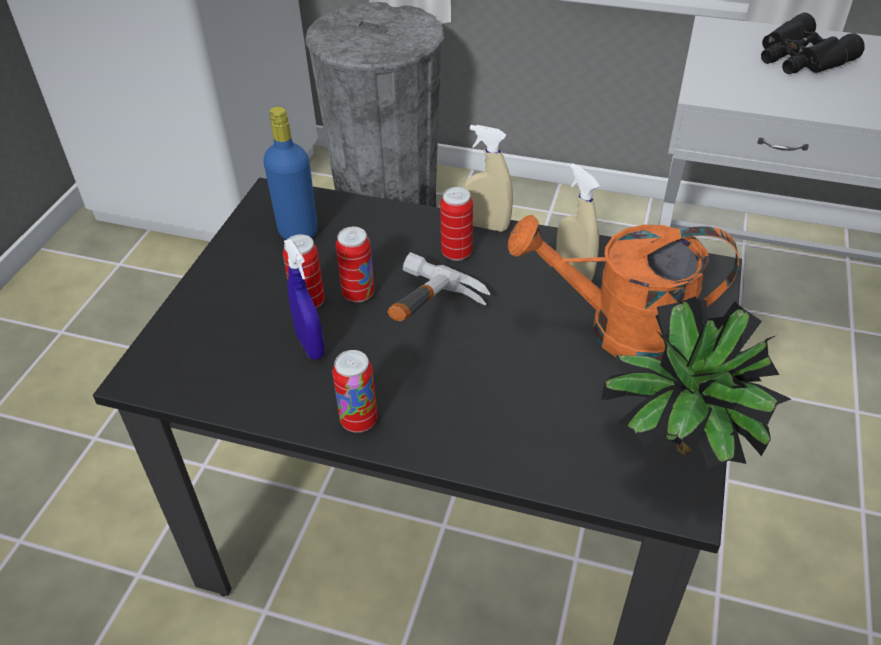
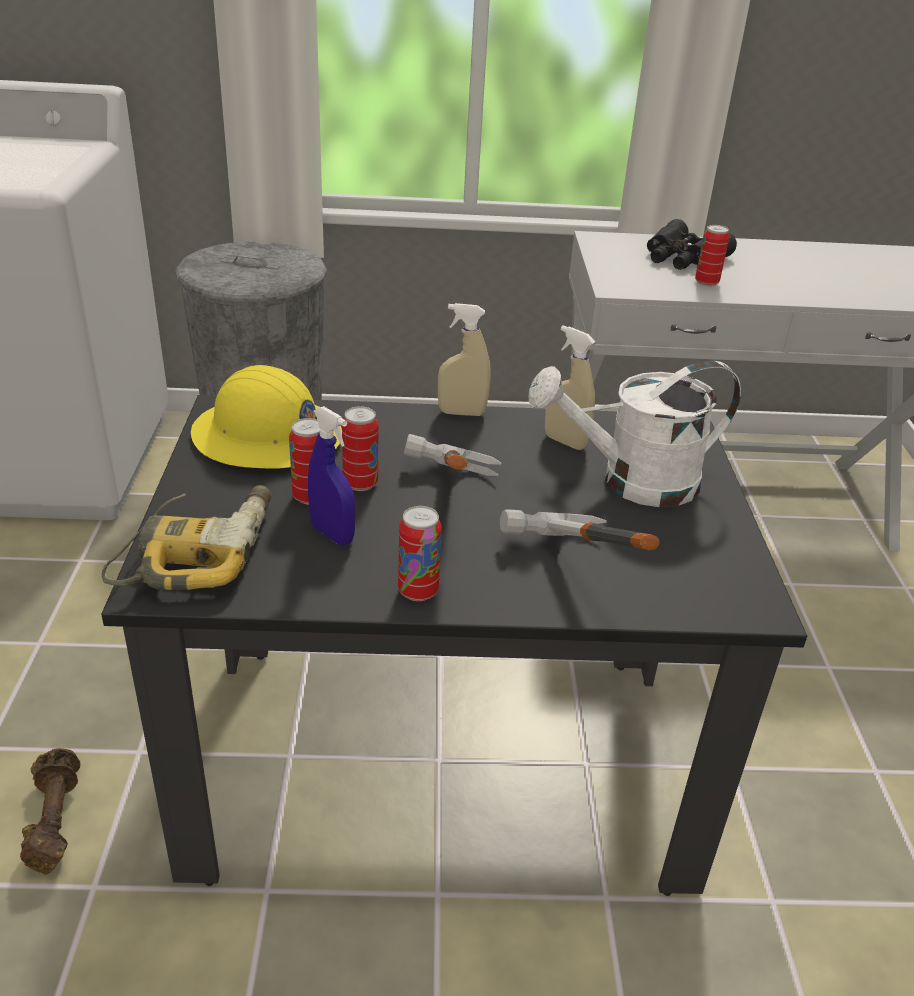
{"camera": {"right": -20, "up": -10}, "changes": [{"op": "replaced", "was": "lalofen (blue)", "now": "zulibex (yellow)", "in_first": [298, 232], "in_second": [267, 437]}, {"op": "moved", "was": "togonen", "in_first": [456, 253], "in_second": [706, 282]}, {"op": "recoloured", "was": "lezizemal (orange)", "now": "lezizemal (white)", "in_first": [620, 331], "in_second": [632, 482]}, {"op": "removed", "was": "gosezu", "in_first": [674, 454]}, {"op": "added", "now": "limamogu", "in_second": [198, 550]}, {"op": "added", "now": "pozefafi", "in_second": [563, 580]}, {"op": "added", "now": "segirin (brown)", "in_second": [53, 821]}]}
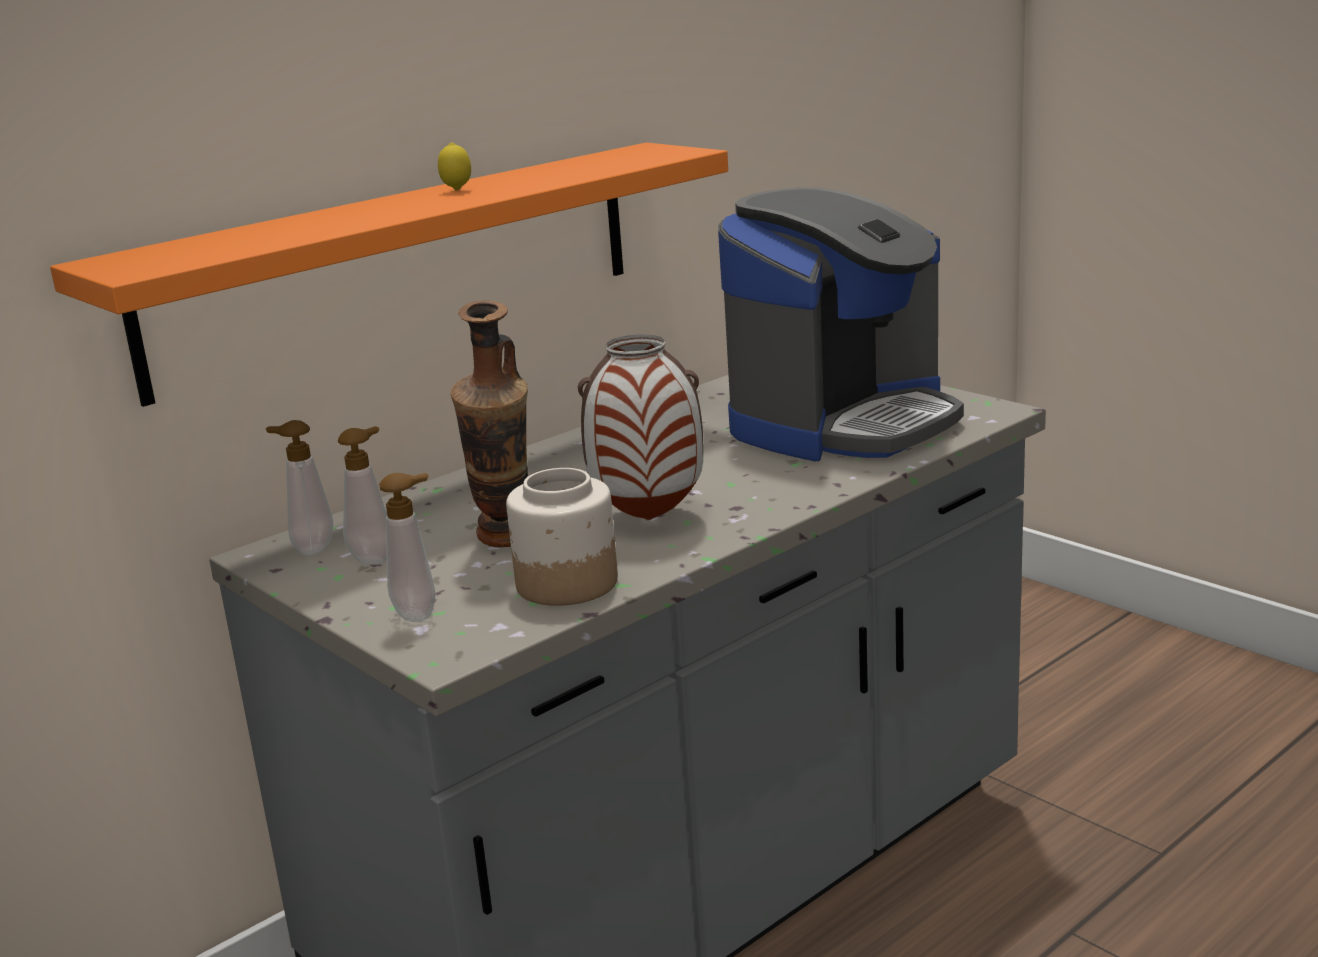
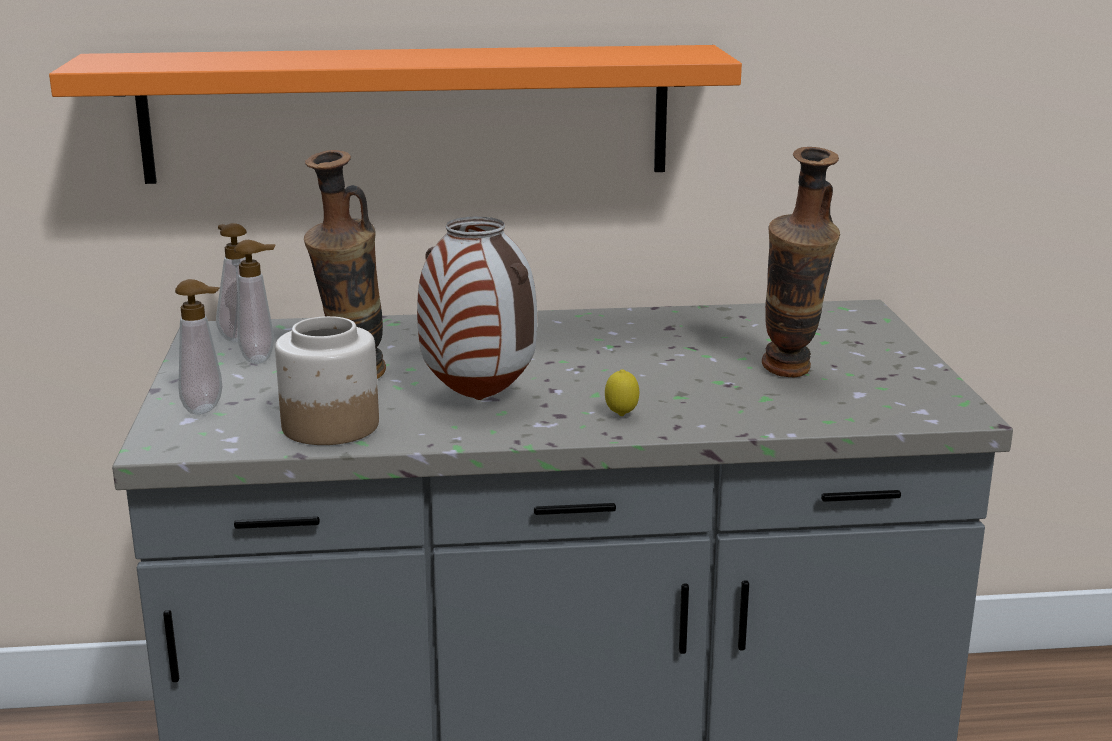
{"camera": {"right": 35, "up": 0}, "changes": [{"op": "moved", "was": "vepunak", "in_first": [457, 190], "in_second": [621, 416]}, {"op": "replaced", "was": "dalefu", "now": "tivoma", "in_first": [843, 422], "in_second": [791, 375]}]}
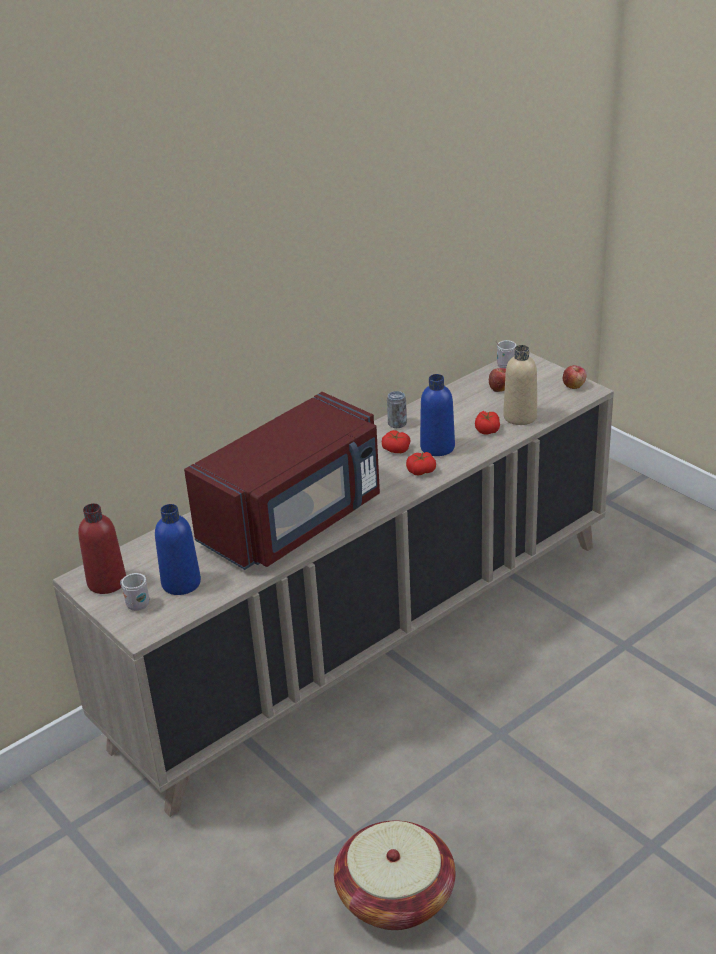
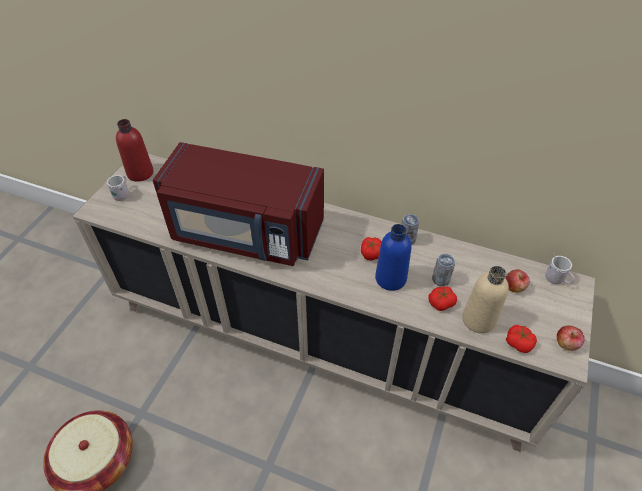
{"camera": {"right": 60, "up": 15}, "changes": [{"op": "moved", "was": "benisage", "in_first": [421, 470], "in_second": [518, 342]}, {"op": "removed", "was": "lalofen (blue)", "in_first": [181, 583]}, {"op": "added", "now": "togonen", "in_second": [440, 279]}]}
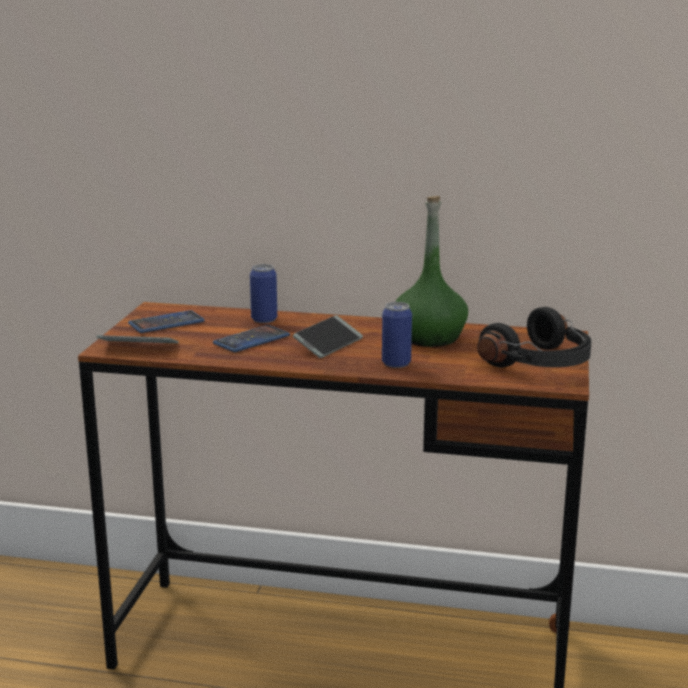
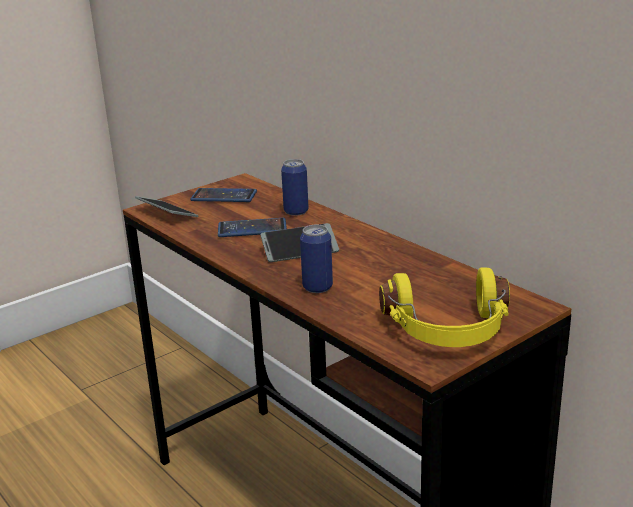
{"camera": {"right": 40, "up": 5}, "changes": [{"op": "removed", "was": "lalofen (green)", "in_first": [429, 337]}, {"op": "recoloured", "was": "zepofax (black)", "now": "zepofax (yellow)", "in_first": [541, 363], "in_second": [448, 331]}]}
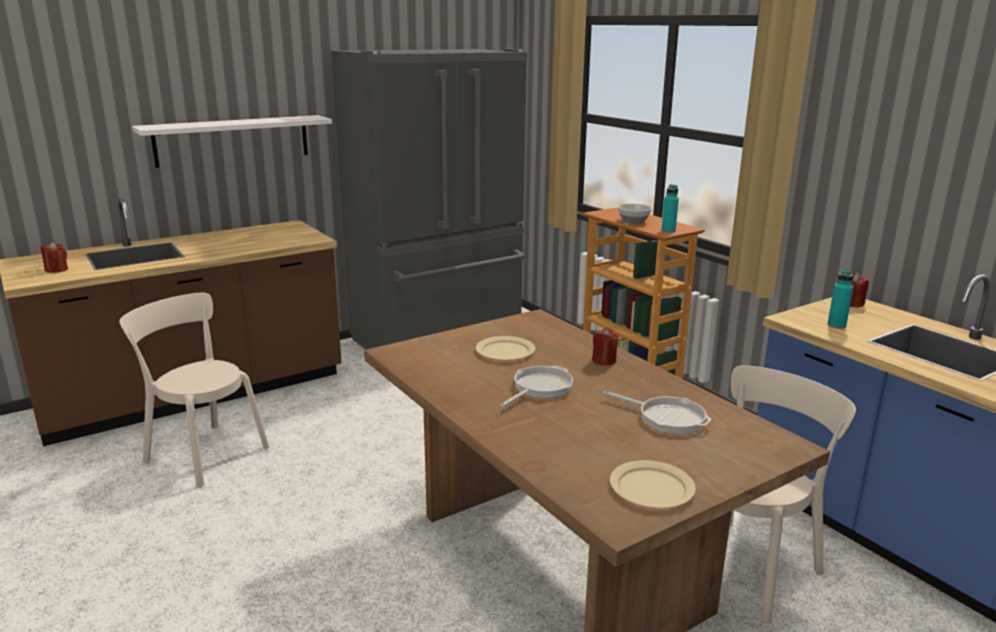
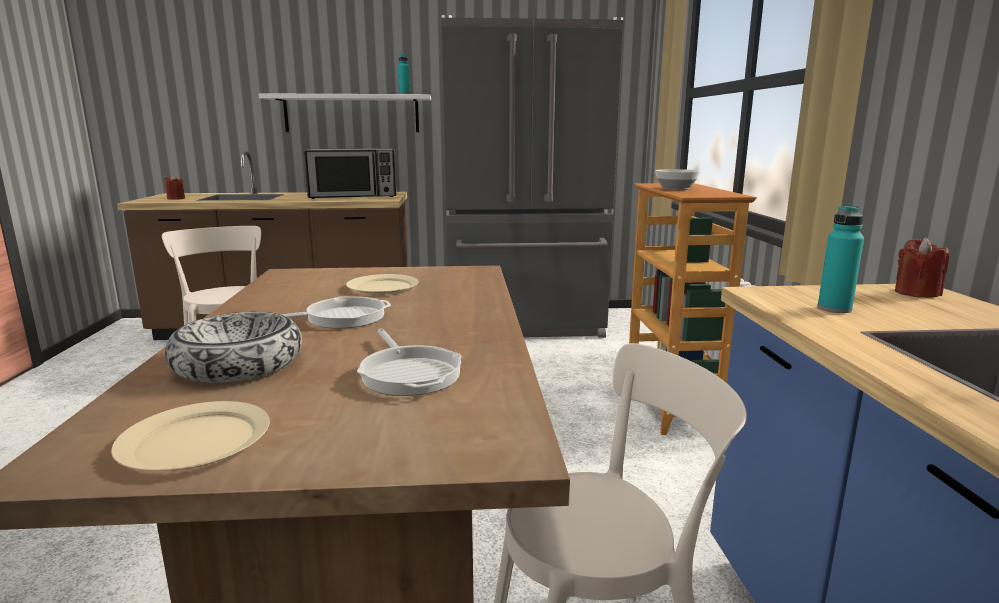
{"camera": {"right": 30, "up": -5}, "changes": [{"op": "moved", "was": "lalofen (turquoise)", "in_first": [668, 231], "in_second": [404, 94]}, {"op": "removed", "was": "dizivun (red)", "in_first": [604, 360]}, {"op": "added", "now": "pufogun", "in_second": [353, 196]}, {"op": "added", "now": "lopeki", "in_second": [238, 364]}]}
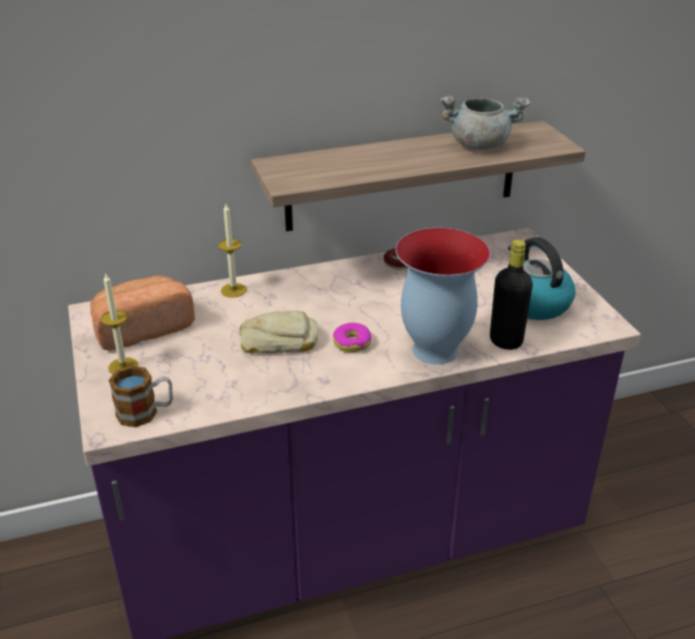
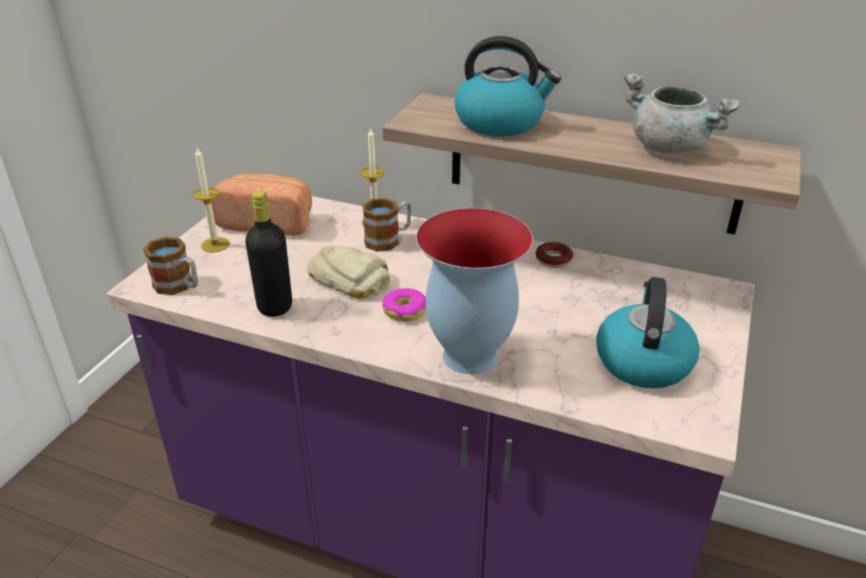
{"camera": {"right": 40, "up": 0}, "changes": [{"op": "moved", "was": "lalofen (black)", "in_first": [506, 341], "in_second": [275, 307]}, {"op": "added", "now": "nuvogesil", "in_second": [501, 122]}, {"op": "added", "now": "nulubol", "in_second": [388, 239]}]}
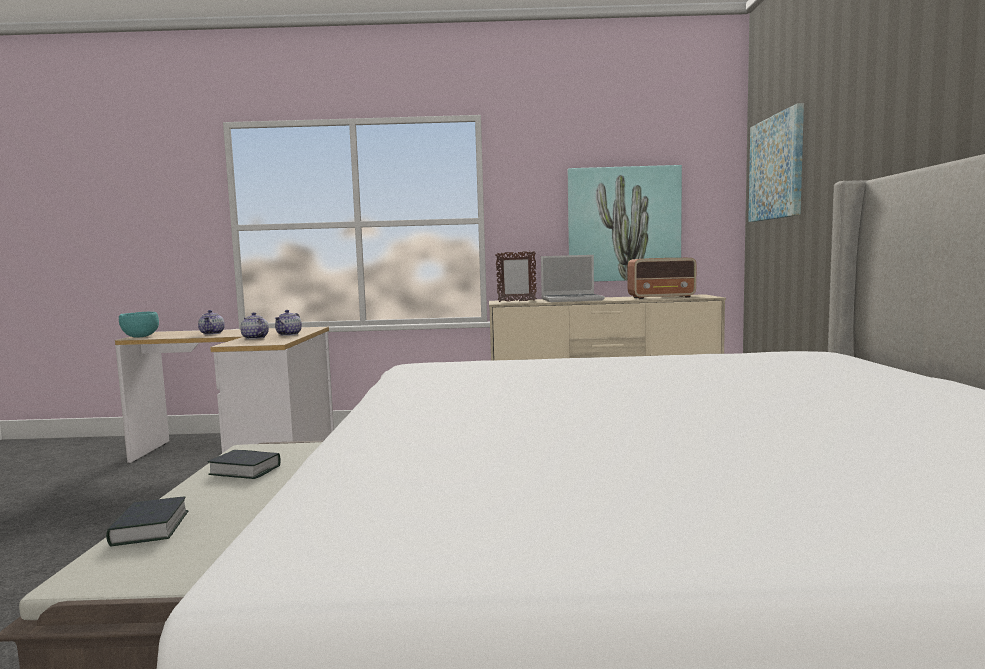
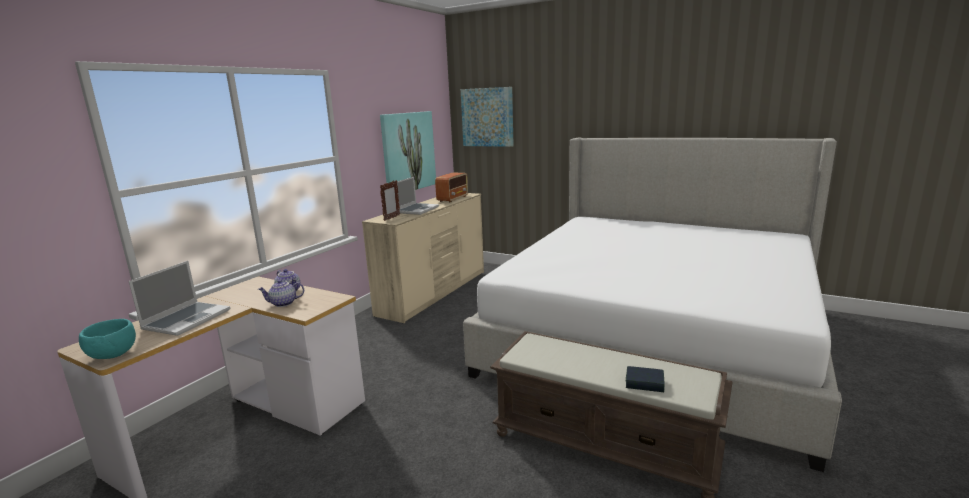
{"camera": {"right": -60, "up": 10}, "changes": [{"op": "replaced", "was": "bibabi", "now": "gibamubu", "in_first": [212, 333], "in_second": [187, 319]}, {"op": "removed", "was": "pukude", "in_first": [245, 470]}]}
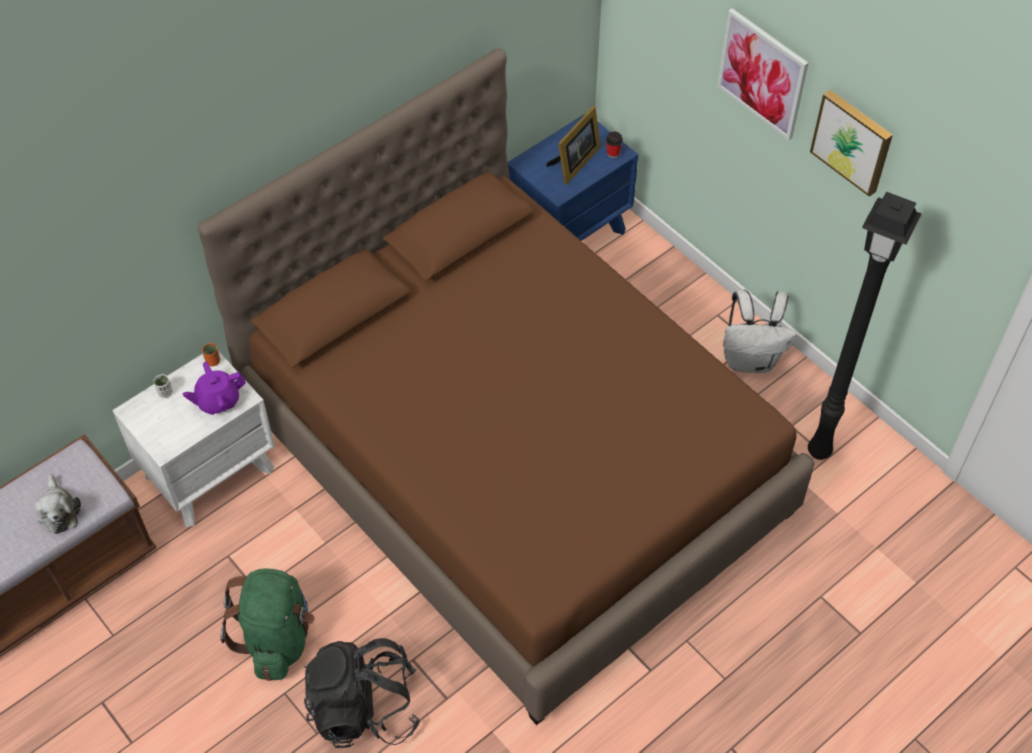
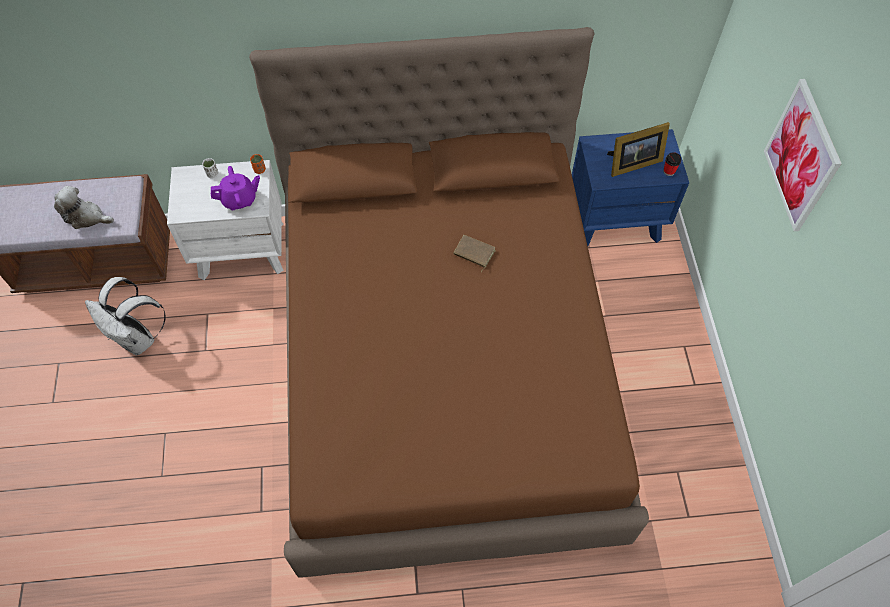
{"camera": {"right": 35, "up": 5}, "changes": [{"op": "removed", "was": "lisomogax", "in_first": [853, 141]}, {"op": "removed", "was": "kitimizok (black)", "in_first": [821, 451]}, {"op": "moved", "was": "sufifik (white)", "in_first": [751, 360], "in_second": [138, 338]}, {"op": "turned", "was": "bibabi (purple)", "in_first": [218, 401], "in_second": [239, 199], "clockwise": 150}, {"op": "turned", "was": "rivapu", "in_first": [59, 511], "in_second": [86, 217], "clockwise": 90}, {"op": "removed", "was": "sufifik (green)", "in_first": [276, 638]}, {"op": "removed", "was": "sufifik (black)", "in_first": [364, 708]}, {"op": "added", "now": "pukude (brown)", "in_second": [473, 253]}]}
